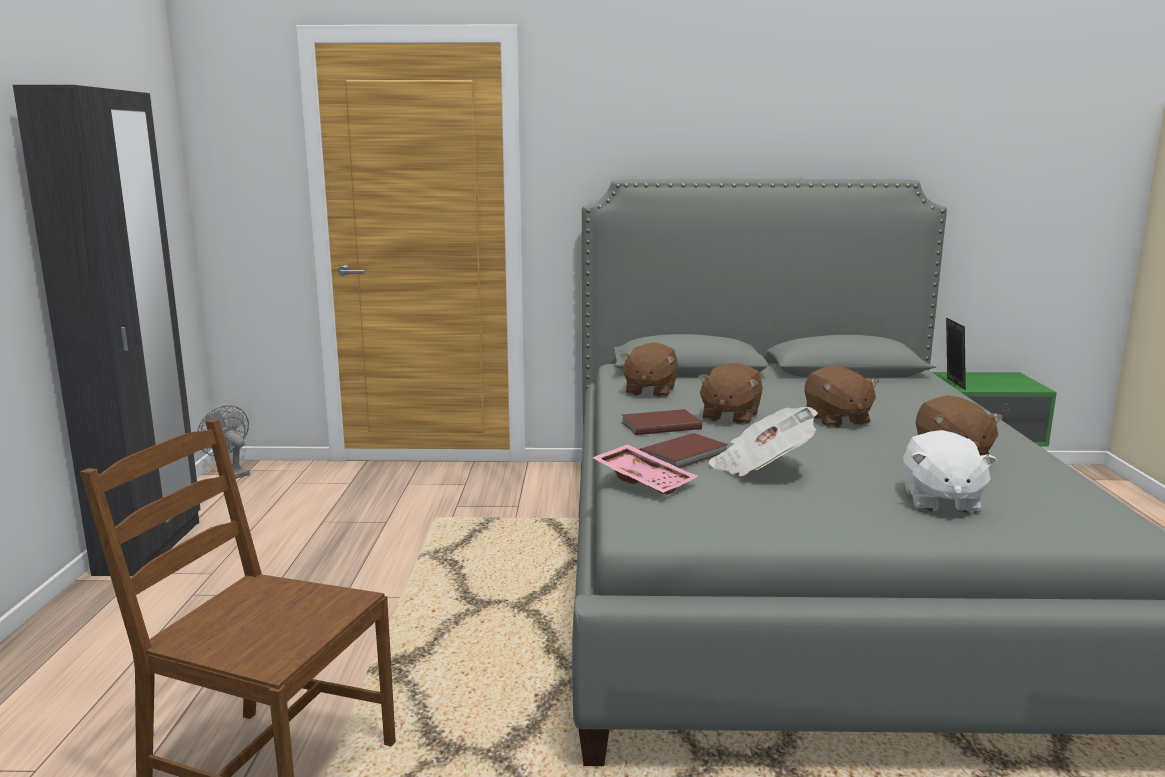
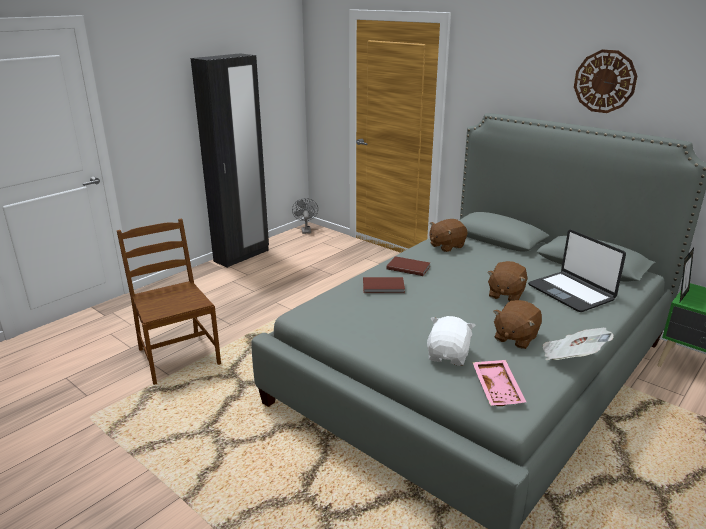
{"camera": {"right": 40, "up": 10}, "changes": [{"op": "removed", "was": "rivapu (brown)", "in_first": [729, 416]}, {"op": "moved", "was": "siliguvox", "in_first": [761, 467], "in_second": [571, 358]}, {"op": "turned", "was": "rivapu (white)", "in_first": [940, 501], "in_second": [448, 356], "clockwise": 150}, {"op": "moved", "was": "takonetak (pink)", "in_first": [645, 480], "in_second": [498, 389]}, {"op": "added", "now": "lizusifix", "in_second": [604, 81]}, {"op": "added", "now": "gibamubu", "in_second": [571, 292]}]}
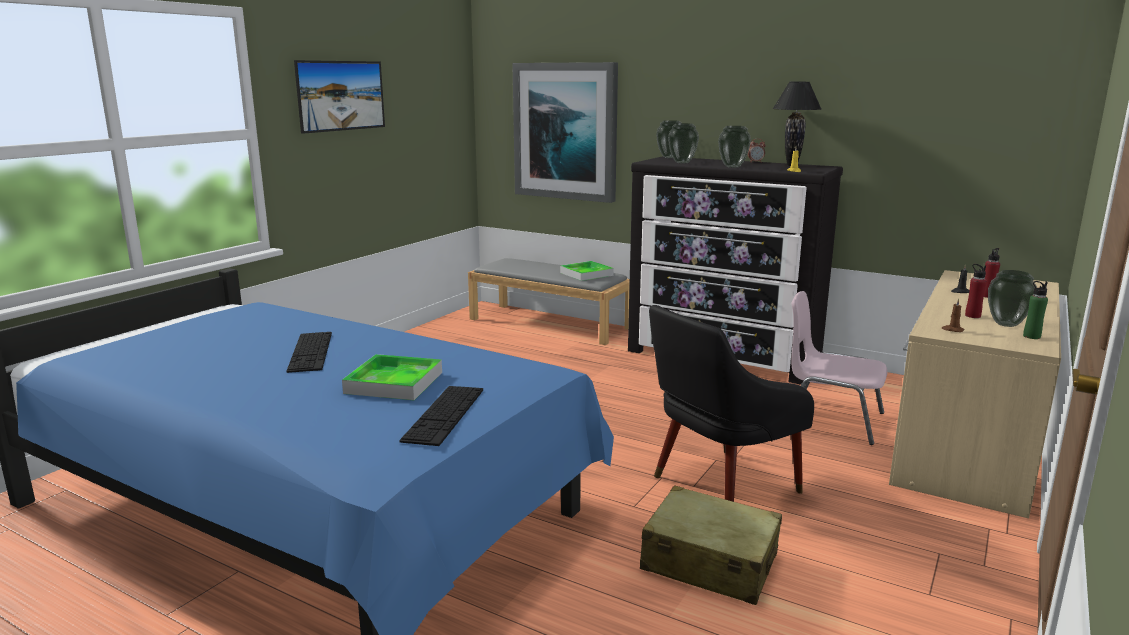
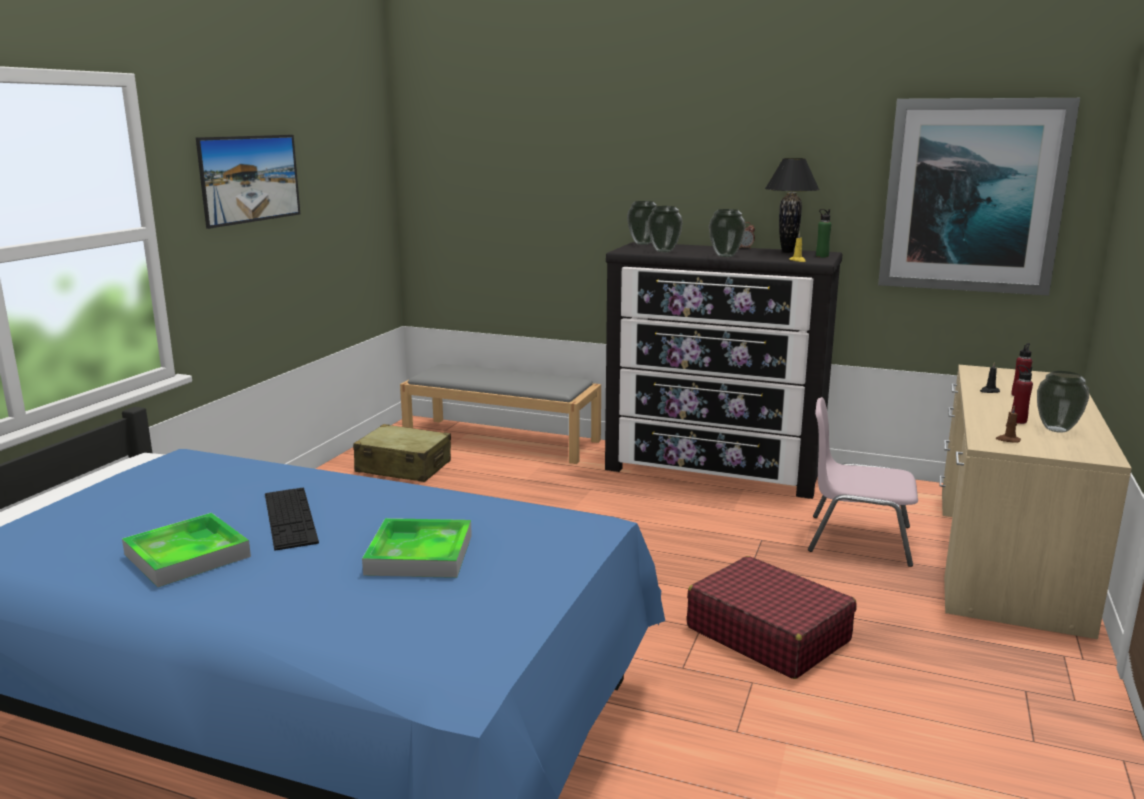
{"camera": {"right": -10, "up": 0}, "changes": [{"op": "moved", "was": "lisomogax", "in_first": [566, 131], "in_second": [972, 196]}, {"op": "moved", "was": "takonetak", "in_first": [586, 274], "in_second": [187, 555]}, {"op": "moved", "was": "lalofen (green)", "in_first": [1031, 336], "in_second": [822, 256]}, {"op": "replaced", "was": "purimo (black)", "now": "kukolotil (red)", "in_first": [718, 487], "in_second": [767, 634]}, {"op": "removed", "was": "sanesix", "in_first": [444, 414]}, {"op": "moved", "was": "kukolotil (beige)", "in_first": [709, 562], "in_second": [403, 467]}]}
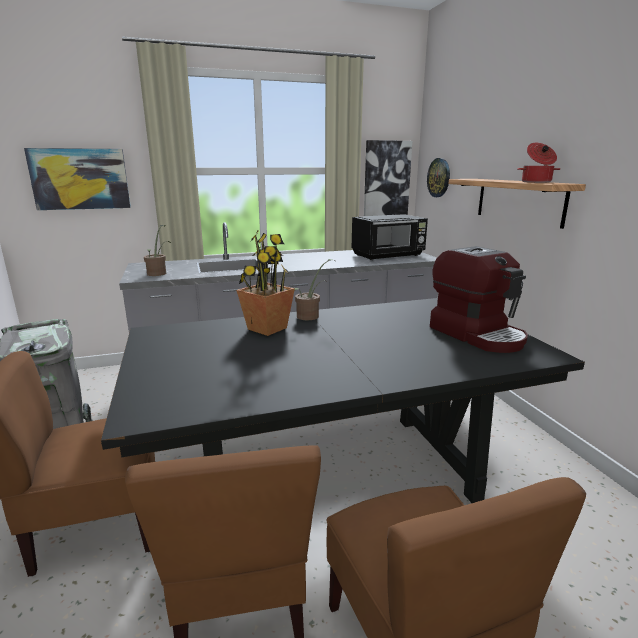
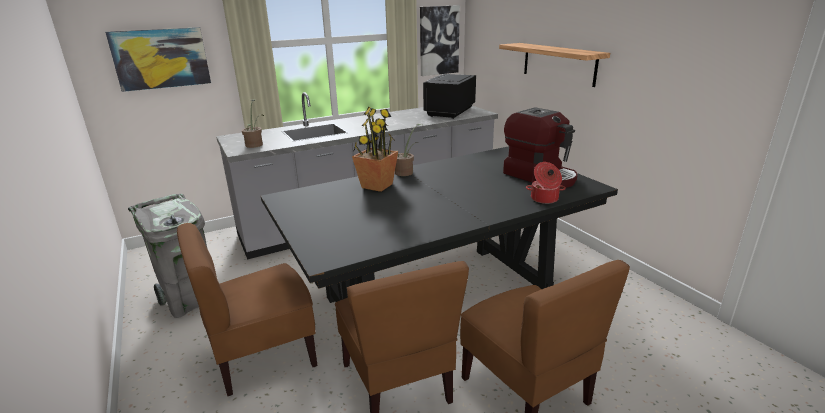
{"camera": {"right": -10, "up": 5}, "changes": [{"op": "moved", "was": "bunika", "in_first": [536, 182], "in_second": [544, 199]}, {"op": "removed", "was": "lizusifix", "in_first": [439, 177]}, {"op": "turned", "was": "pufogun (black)", "in_first": [388, 255], "in_second": [449, 112], "clockwise": 150}]}
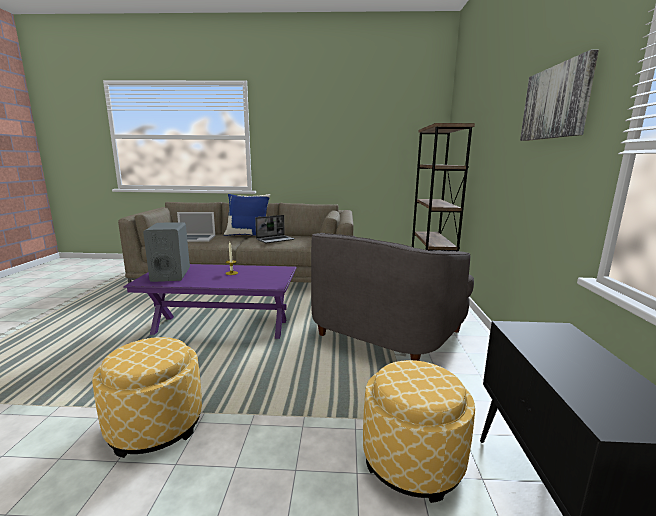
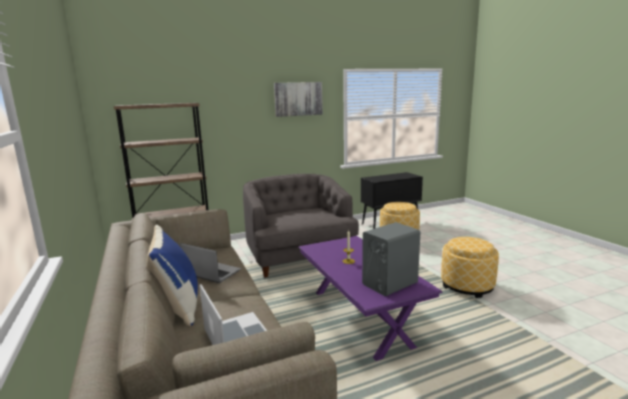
{"camera": {"right": -115, "up": 0}, "changes": [{"op": "turned", "was": "purimo (grey)", "in_first": [386, 331], "in_second": [298, 256], "clockwise": -120}]}
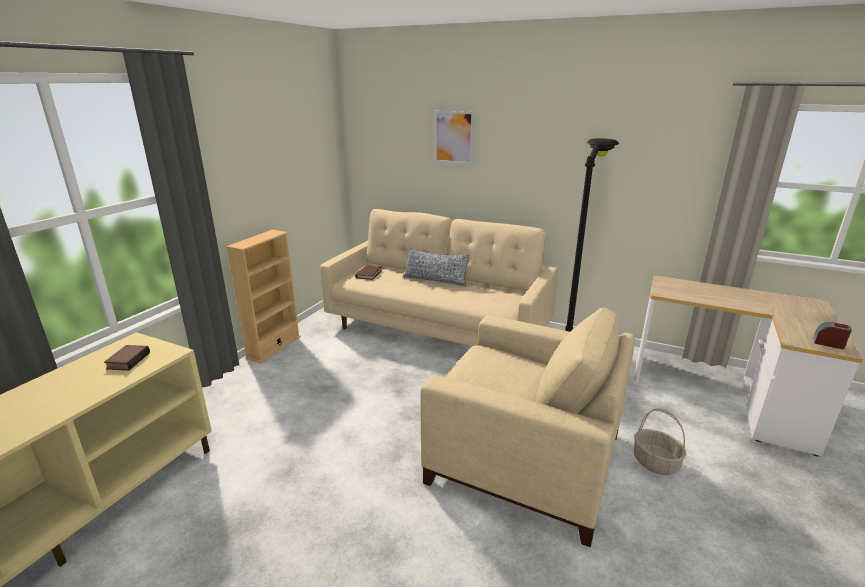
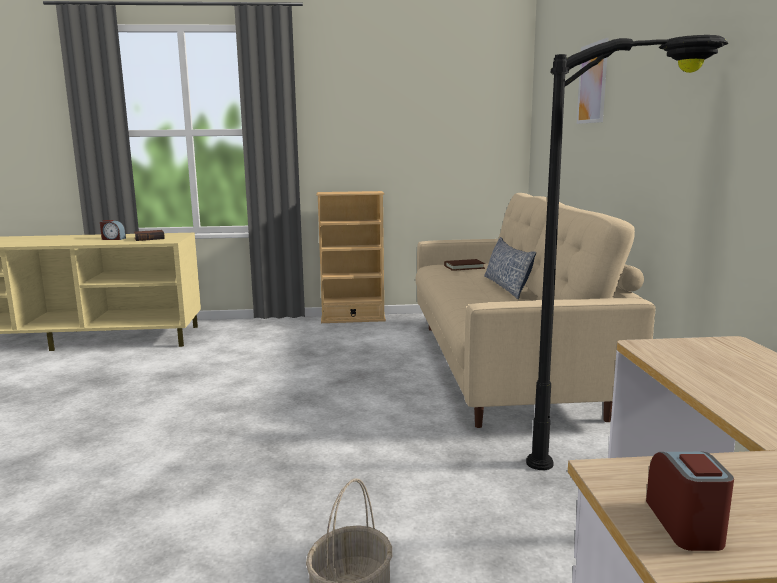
{"camera": {"right": 60, "up": -10}, "changes": [{"op": "removed", "was": "purimo (beige)", "in_first": [523, 457]}, {"op": "added", "now": "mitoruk", "in_second": [113, 239]}]}
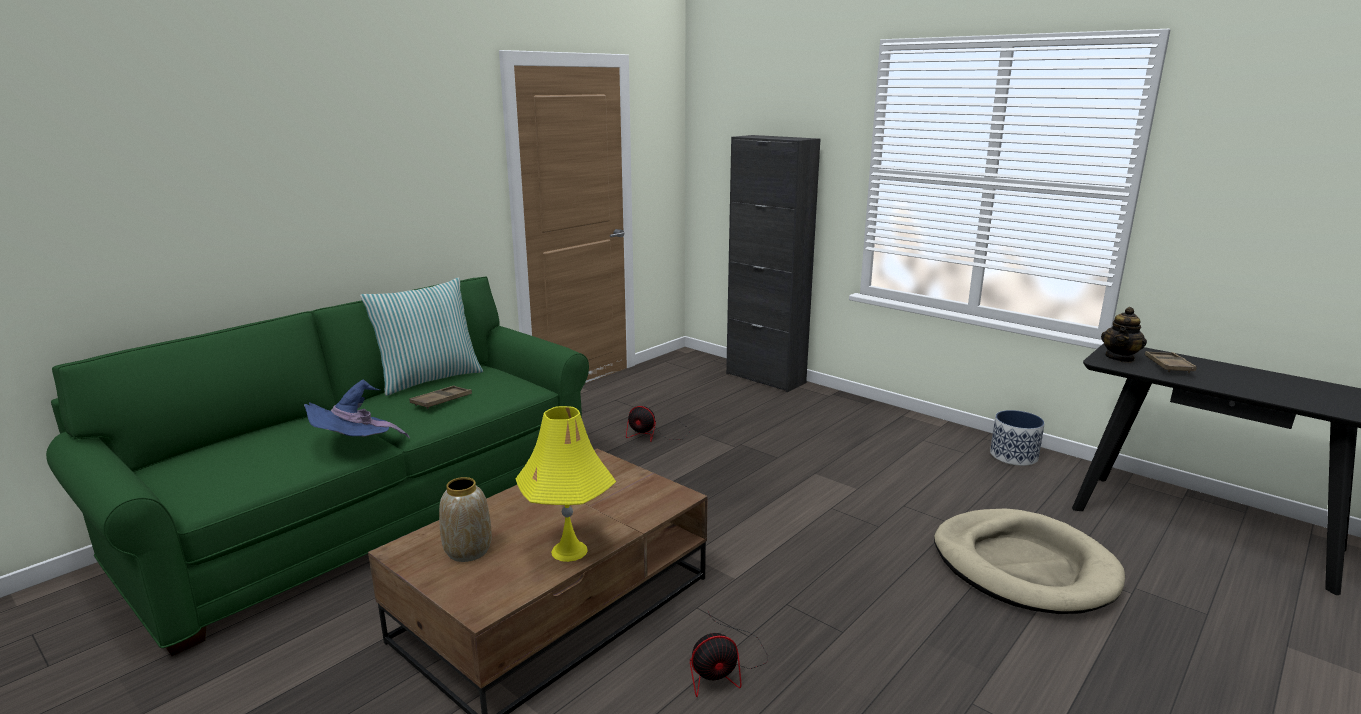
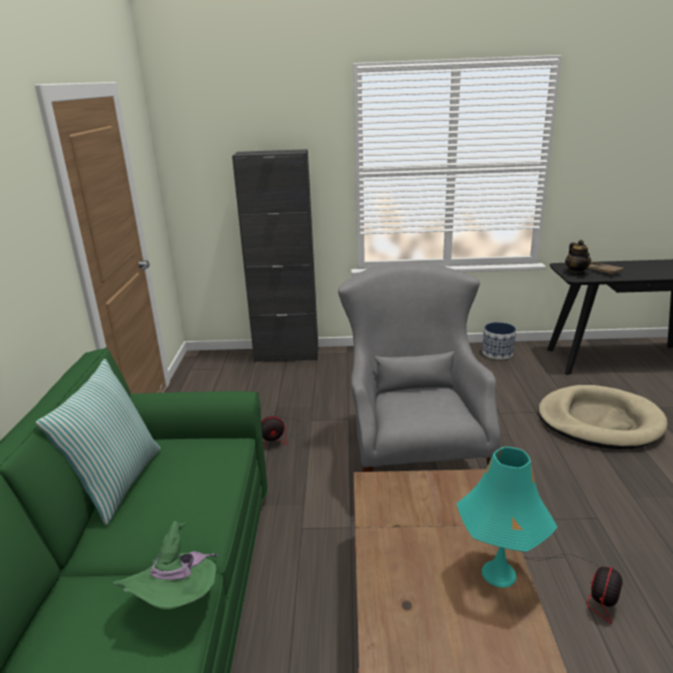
{"camera": {"right": -40, "up": 5}, "changes": [{"op": "recoloured", "was": "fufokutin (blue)", "now": "fufokutin (green)", "in_first": [355, 447], "in_second": [178, 602]}, {"op": "removed", "was": "takonetak (brown)", "in_first": [441, 401]}, {"op": "recoloured", "was": "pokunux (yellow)", "now": "pokunux (turquoise)", "in_first": [569, 551], "in_second": [498, 573]}, {"op": "removed", "was": "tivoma", "in_first": [468, 551]}, {"op": "added", "now": "purimo (grey)", "in_second": [413, 454]}]}
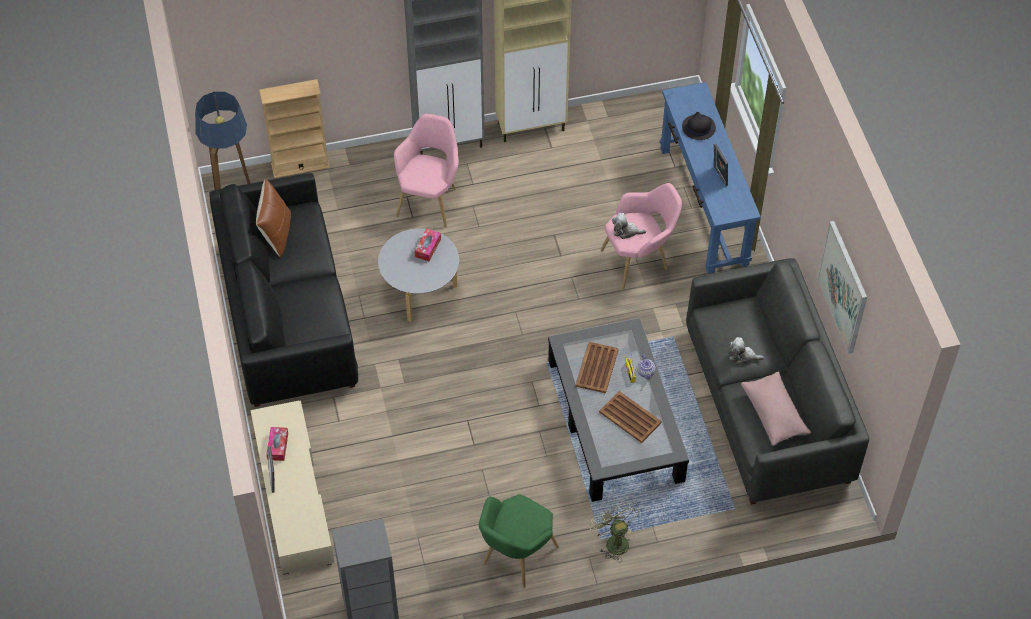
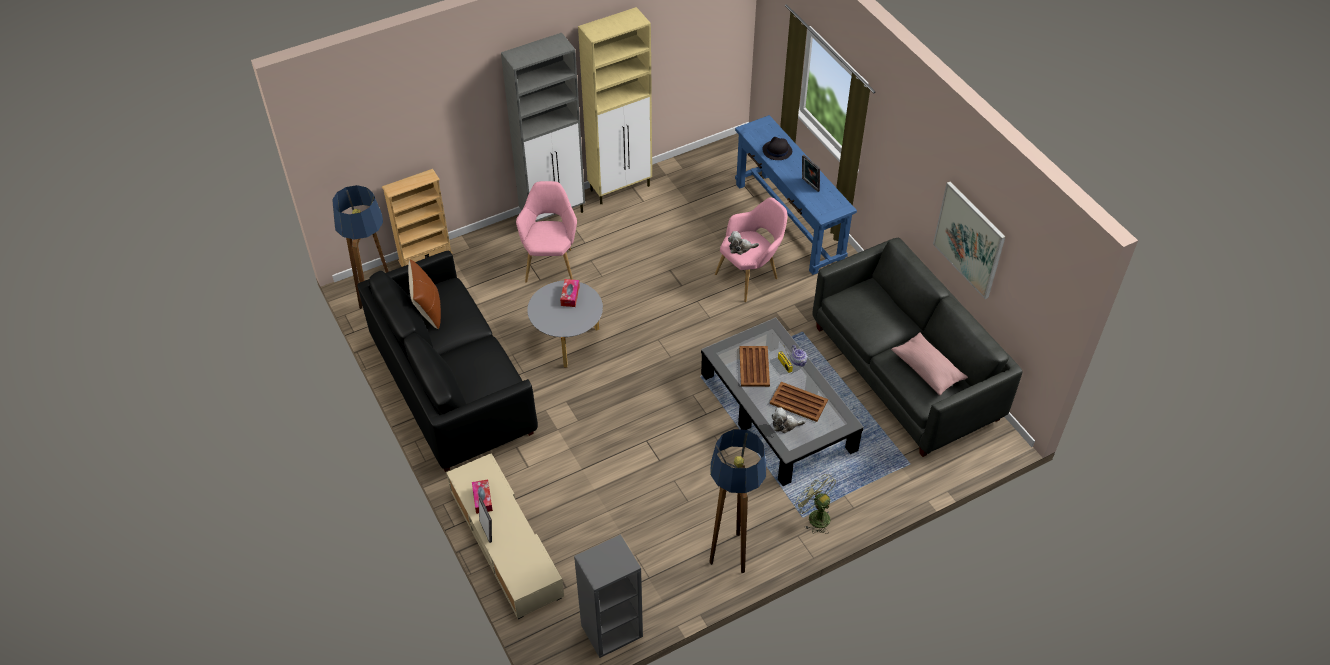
{"camera": {"right": -15, "up": -5}, "changes": [{"op": "moved", "was": "rivapu", "in_first": [743, 356], "in_second": [785, 425]}, {"op": "replaced", "was": "purimo (green)", "now": "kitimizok", "in_first": [515, 558], "in_second": [732, 552]}]}
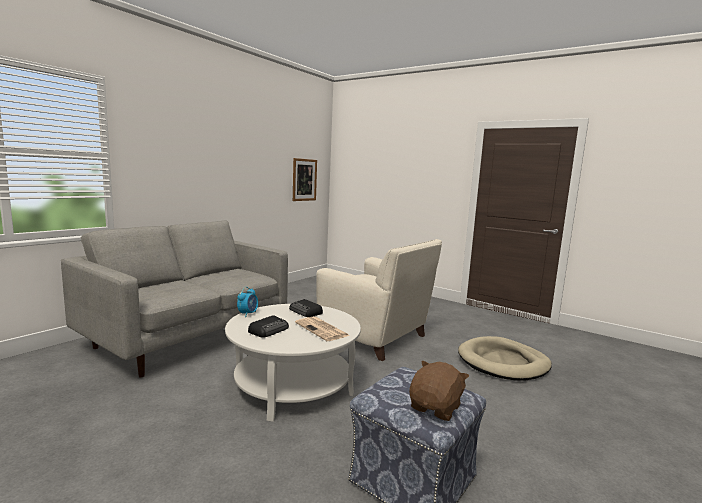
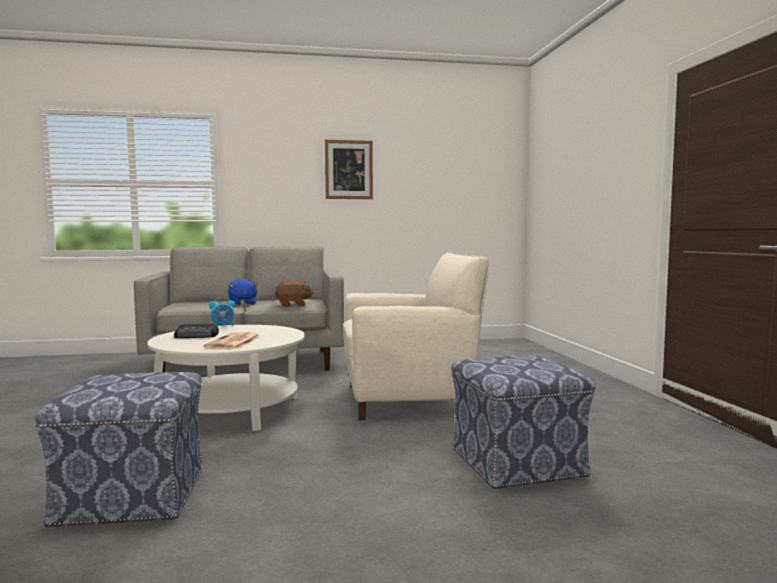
{"camera": {"right": 45, "up": -5}, "changes": [{"op": "moved", "was": "lisomogax", "in_first": [304, 180], "in_second": [348, 169]}, {"op": "turned", "was": "purimo (beige)", "in_first": [375, 338], "in_second": [409, 399], "clockwise": -90}, {"op": "removed", "was": "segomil", "in_first": [306, 312]}, {"op": "replaced", "was": "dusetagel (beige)", "now": "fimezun", "in_first": [503, 362], "in_second": [517, 463]}, {"op": "moved", "was": "rivapu (brown)", "in_first": [436, 408], "in_second": [293, 305]}, {"op": "added", "now": "rivapu (blue)", "in_second": [242, 304]}]}
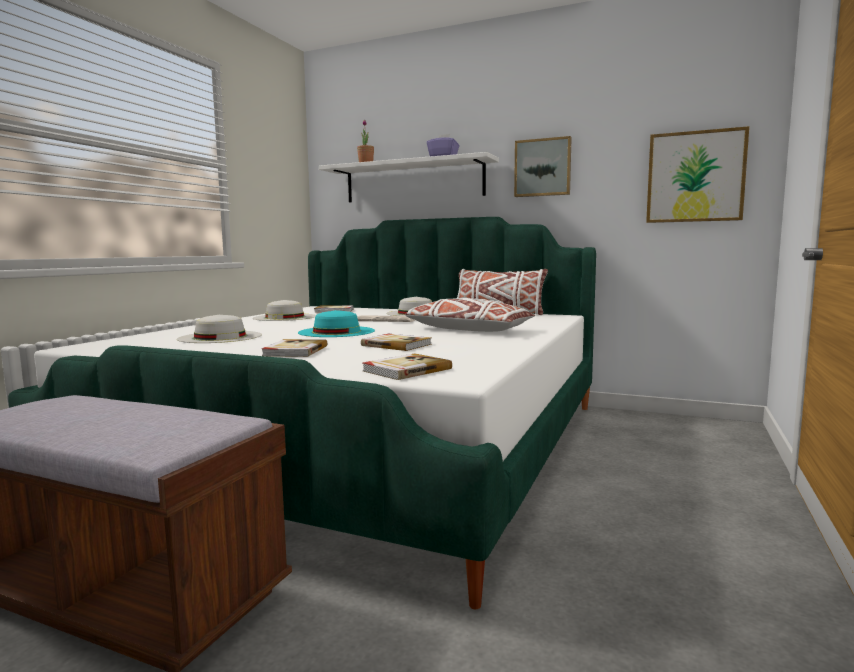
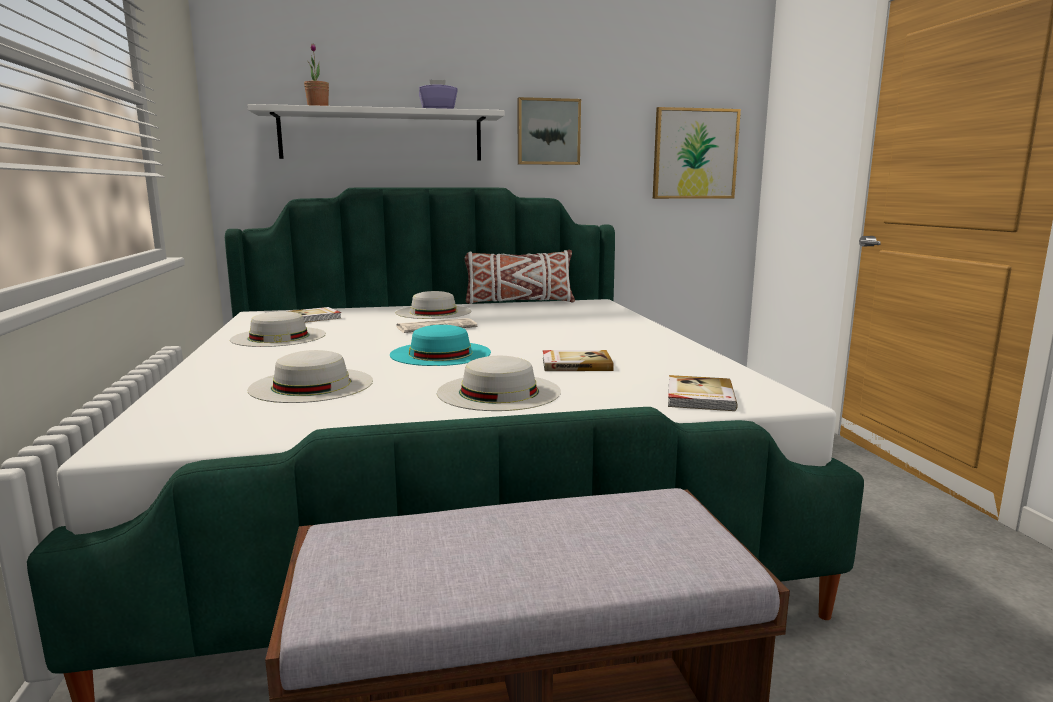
{"camera": {"right": -35, "up": 5}, "changes": [{"op": "removed", "was": "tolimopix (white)", "in_first": [467, 330]}, {"op": "replaced", "was": "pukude", "now": "fufokutin (white)", "in_first": [294, 351], "in_second": [498, 392]}]}
